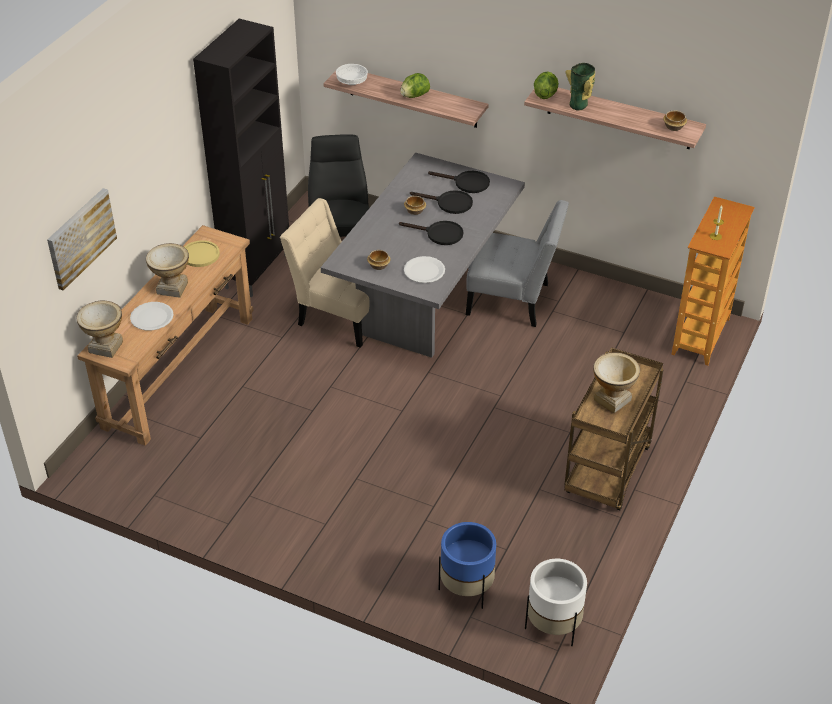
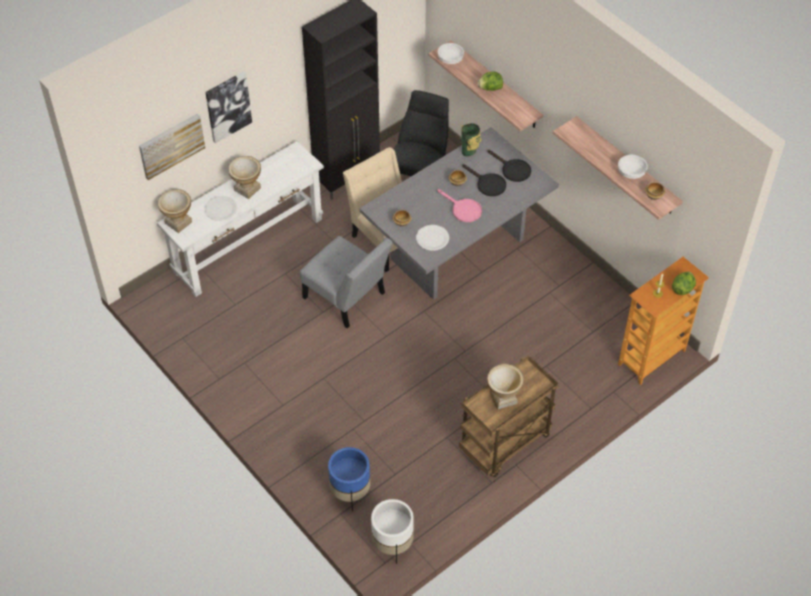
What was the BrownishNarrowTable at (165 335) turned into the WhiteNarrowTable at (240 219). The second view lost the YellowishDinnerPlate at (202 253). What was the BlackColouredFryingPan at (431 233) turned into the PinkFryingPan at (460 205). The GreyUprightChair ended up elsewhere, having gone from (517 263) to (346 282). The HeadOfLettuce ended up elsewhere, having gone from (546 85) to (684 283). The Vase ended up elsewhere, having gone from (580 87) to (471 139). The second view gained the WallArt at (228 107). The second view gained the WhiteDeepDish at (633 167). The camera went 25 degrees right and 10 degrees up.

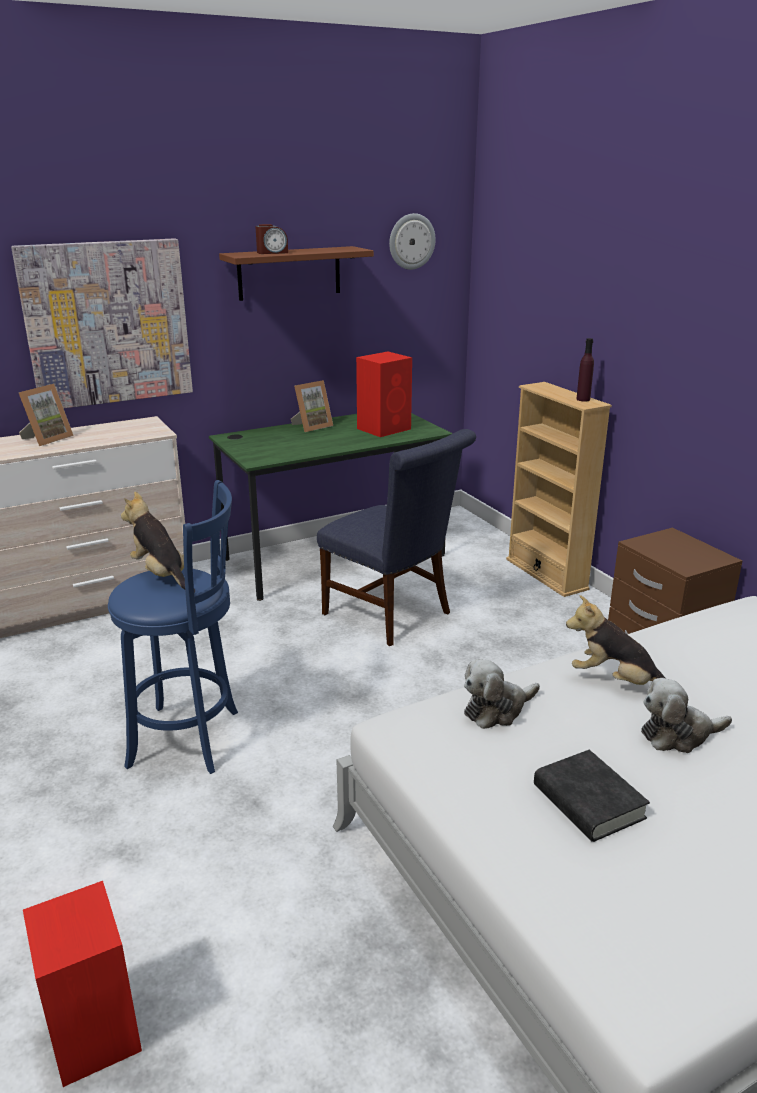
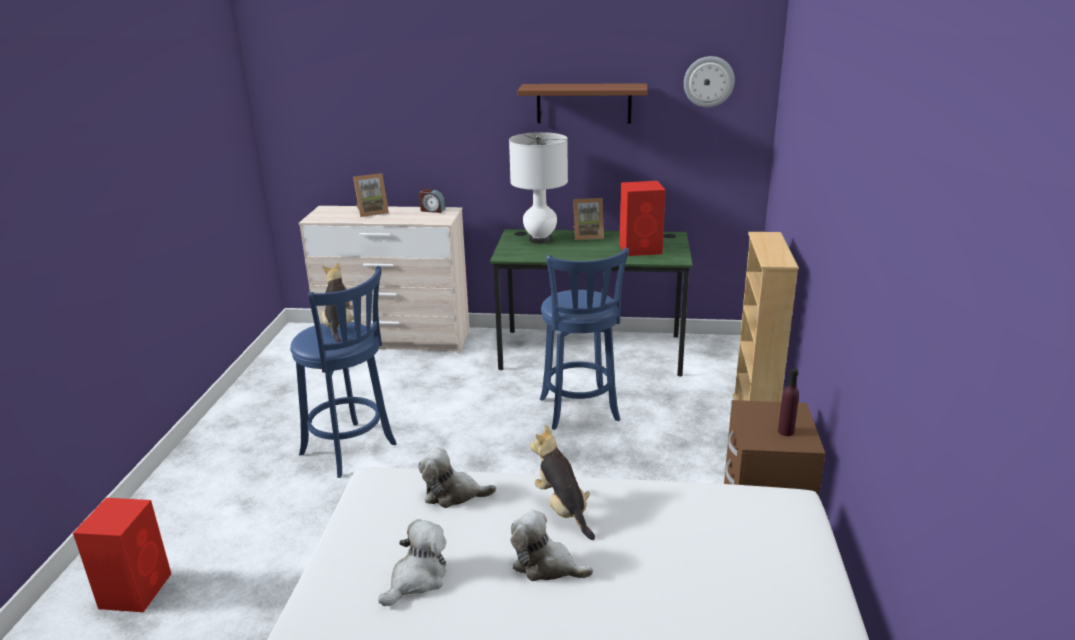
The second view lost the WallArt at (102 323). The TableClock ended up elsewhere, having gone from (271 239) to (432 201). Where the BlueColouredUprightChair stood at (396 537), the BlueColouredSittingStool came to stand at (584 339). Where the BlackColouredVolume stood at (592 796), the PlushToy came to stand at (412 562). The PurpleColouredBeverageBottle ended up elsewhere, having gone from (585 369) to (788 402). The second view gained the WhiteLampForATable at (538 188). The camera went 35 degrees right and 0 degrees up.

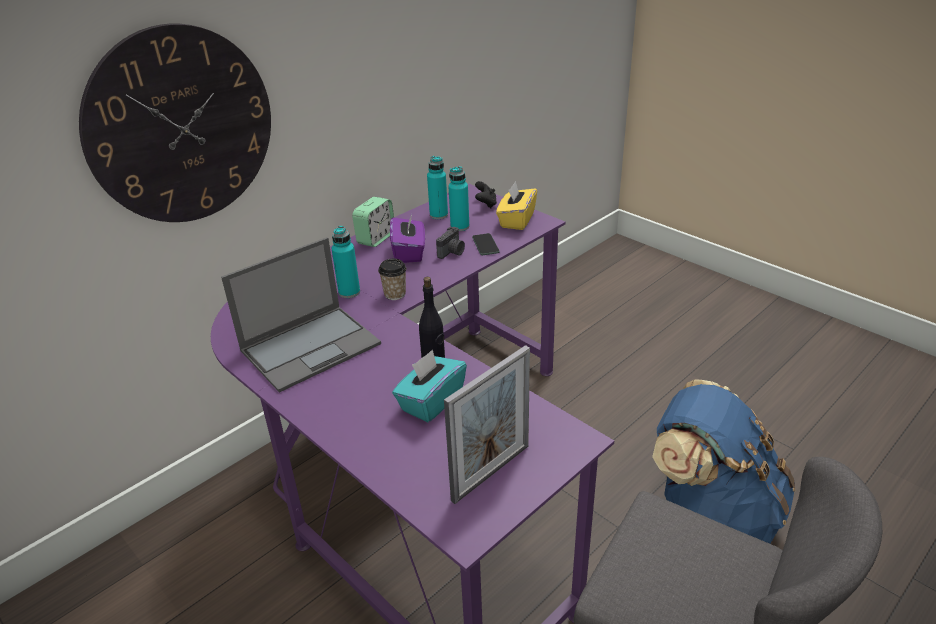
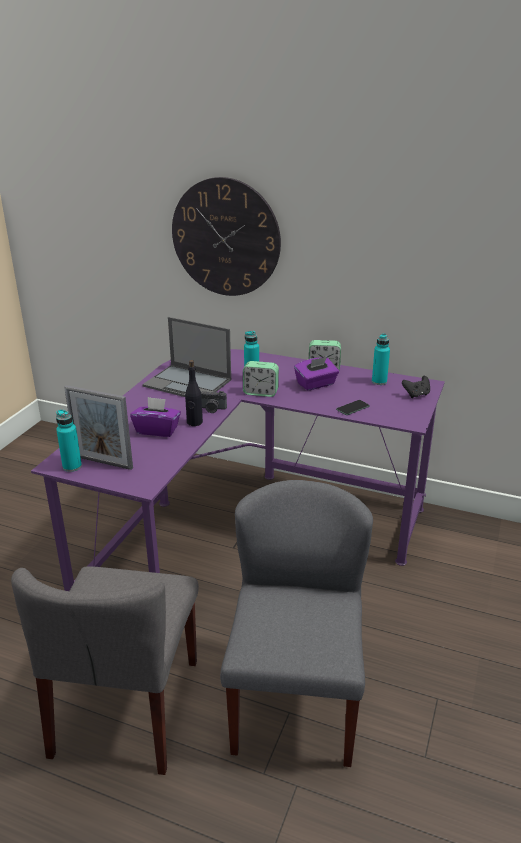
Where the DrinkingCup stood at (392 279), the TableClock came to stand at (261 379). What was the TurquoiseBoxOfTissues at (429 386) turned into the PurpleColouredBoxOfTissues at (155 417). The StillCamera ended up elsewhere, having gone from (450 243) to (214 402). The TurquoiseBeverageBottle ended up elsewhere, having gone from (458 198) to (69 440). The second view lost the YellowishBoxOfTissues at (516 205). Where the BlueColouredKnapsack stood at (723 462), the GreyUprightChair came to stand at (296 623). The camera went 65 degrees right and 5 degrees down.

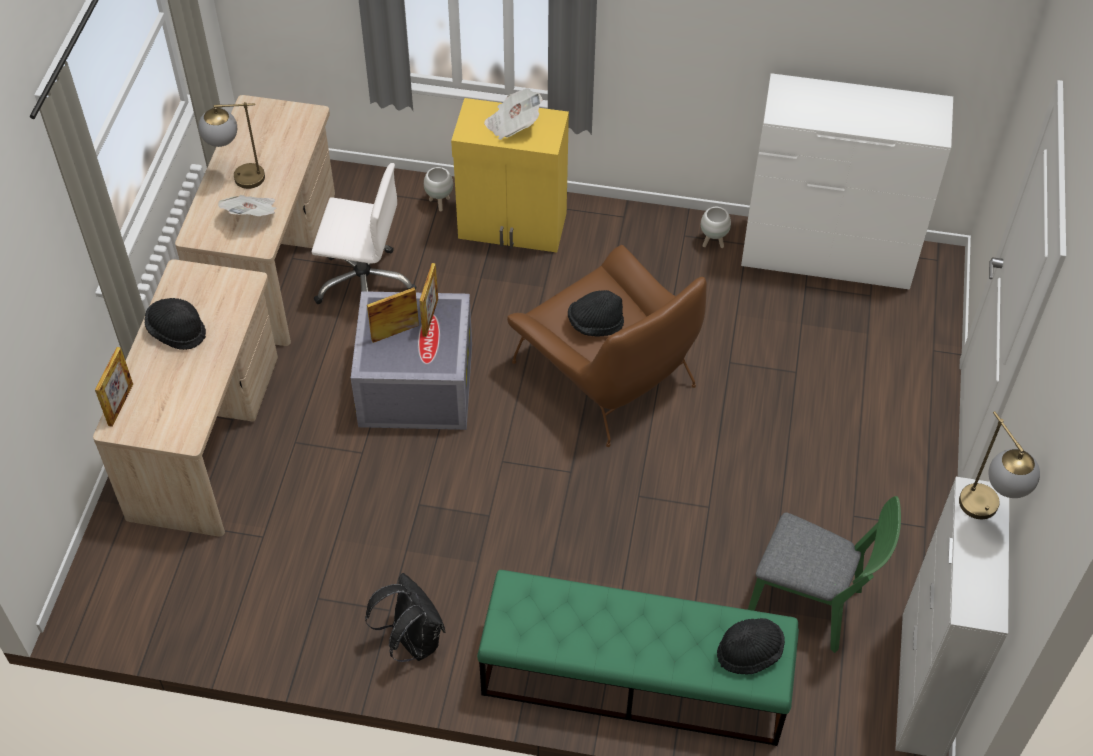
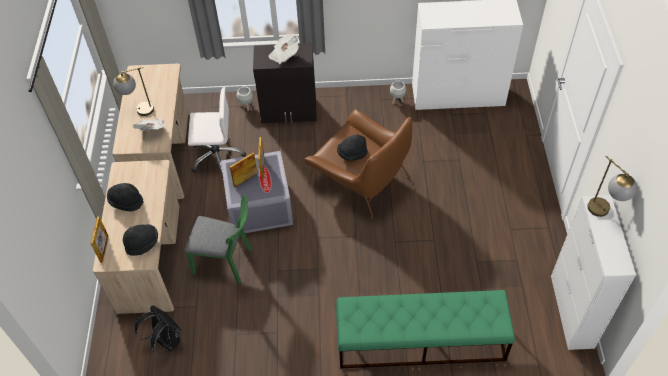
The BlackColouredKnapsack ended up elsewhere, having gone from (405 617) to (158 329). What was the YellowishCupboard at (510 175) turned into the BlackColouredCupboard at (285 83). The BlackColouredWearableHat ended up elsewhere, having gone from (751 646) to (140 240). The GreenUprightChair ended up elsewhere, having gone from (824 574) to (218 239). The camera went 10 degrees left and 0 degrees up.

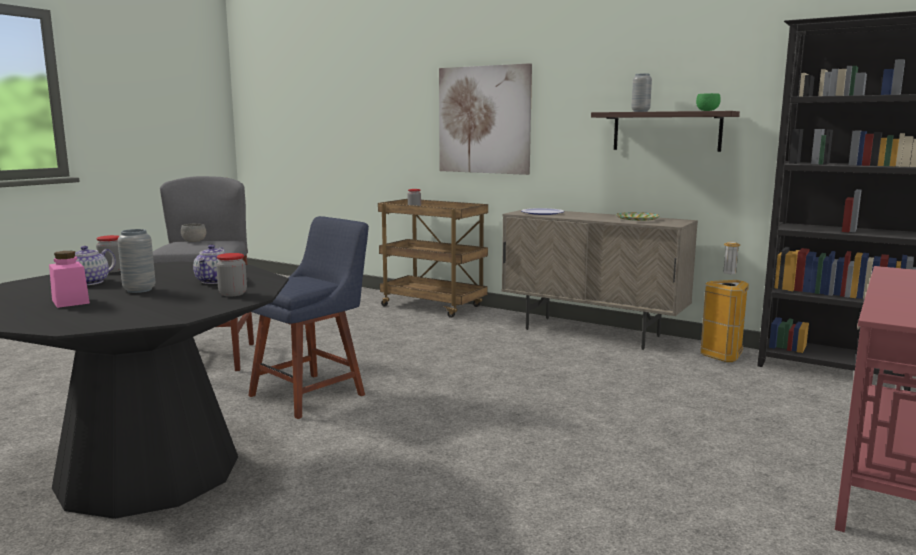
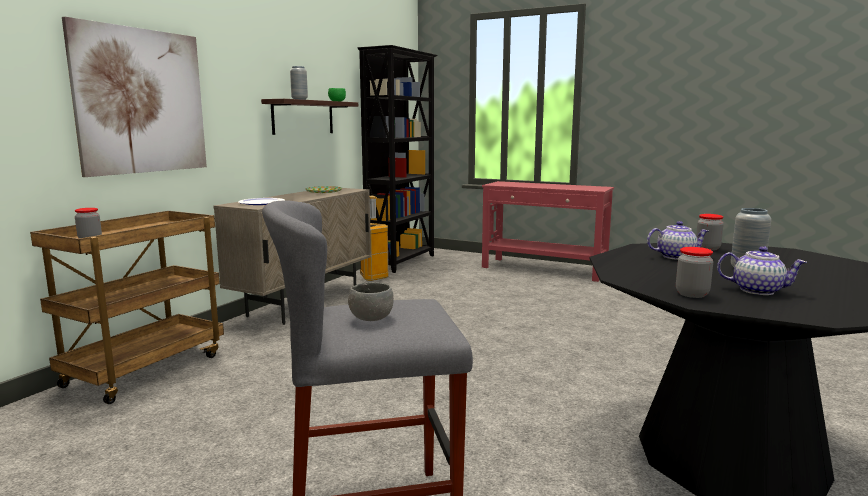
The second view lost the PinkJar at (69 279). The second view lost the BlueColouredUprightChair at (308 317). The camera went 95 degrees left and 0 degrees up.

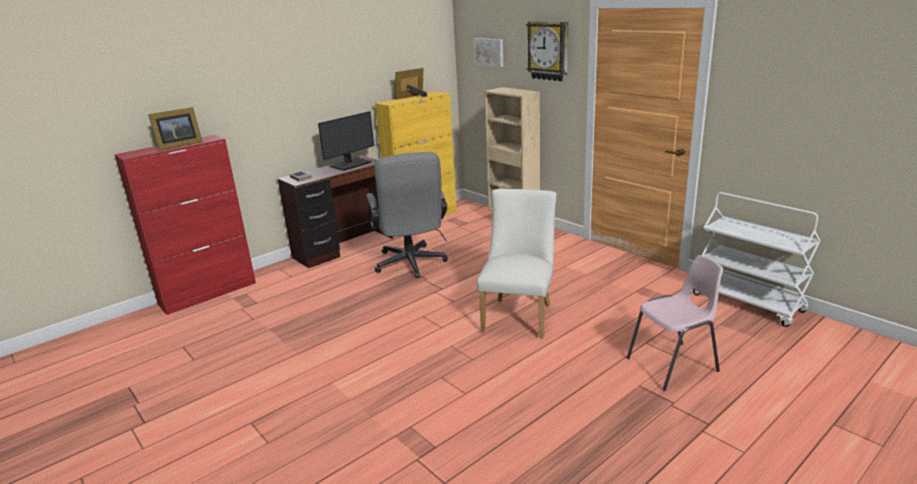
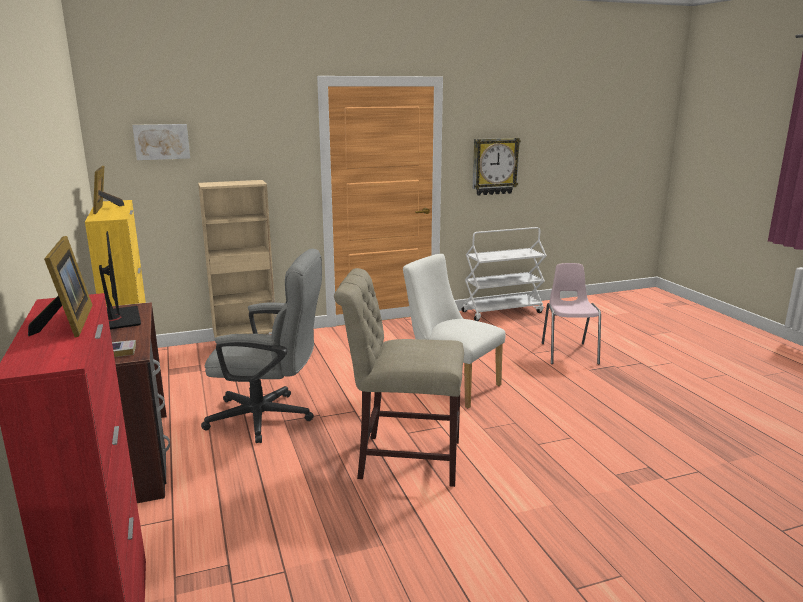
The ClockOnTheWall ended up elsewhere, having gone from (547 51) to (497 167). The second view gained the BeigeUprightChair at (399 377). The camera went 70 degrees left and 5 degrees down.

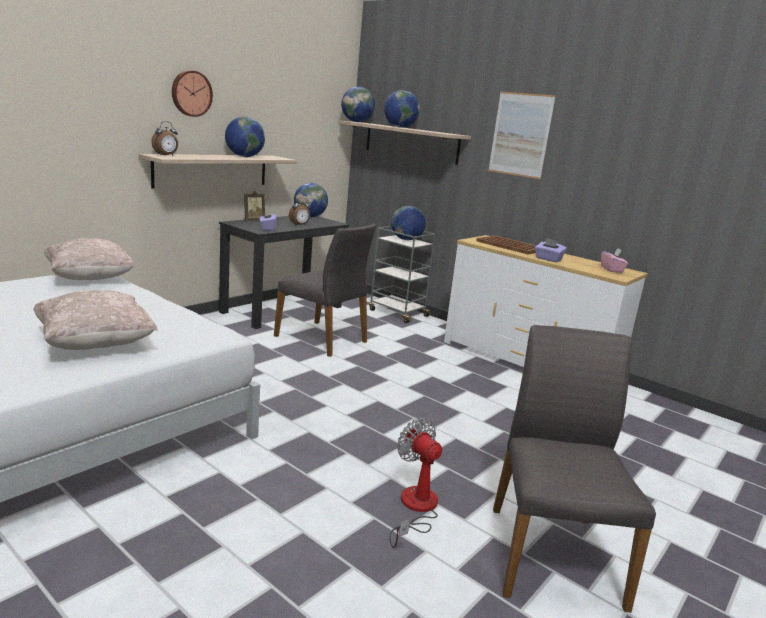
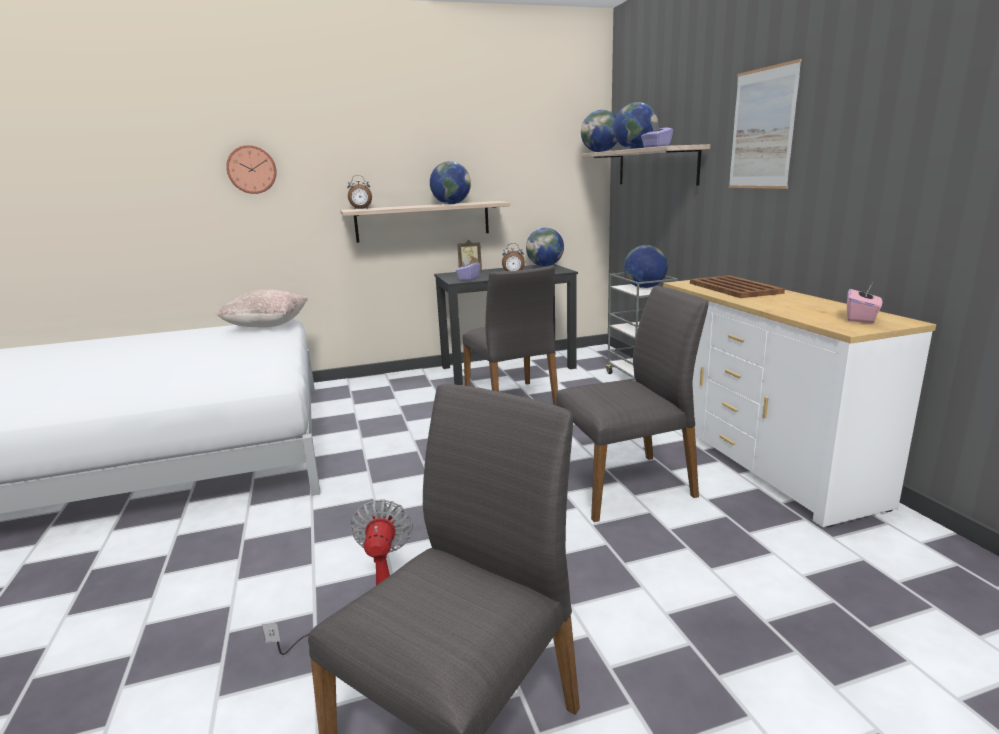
The second view lost the BeigeCushion at (96 320). The ClockOnTheWall ended up elsewhere, having gone from (192 93) to (251 169). The PurpleColouredBoxOfTissues ended up elsewhere, having gone from (551 250) to (657 135). The second view gained the GreyUprightChair at (632 404). The camera went 35 degrees right and 0 degrees up.

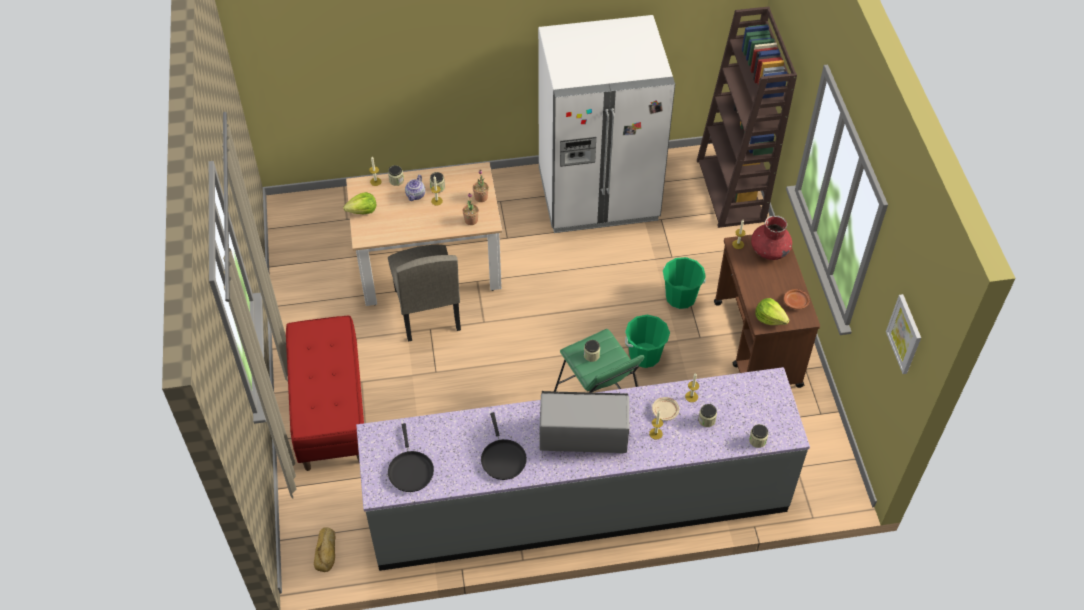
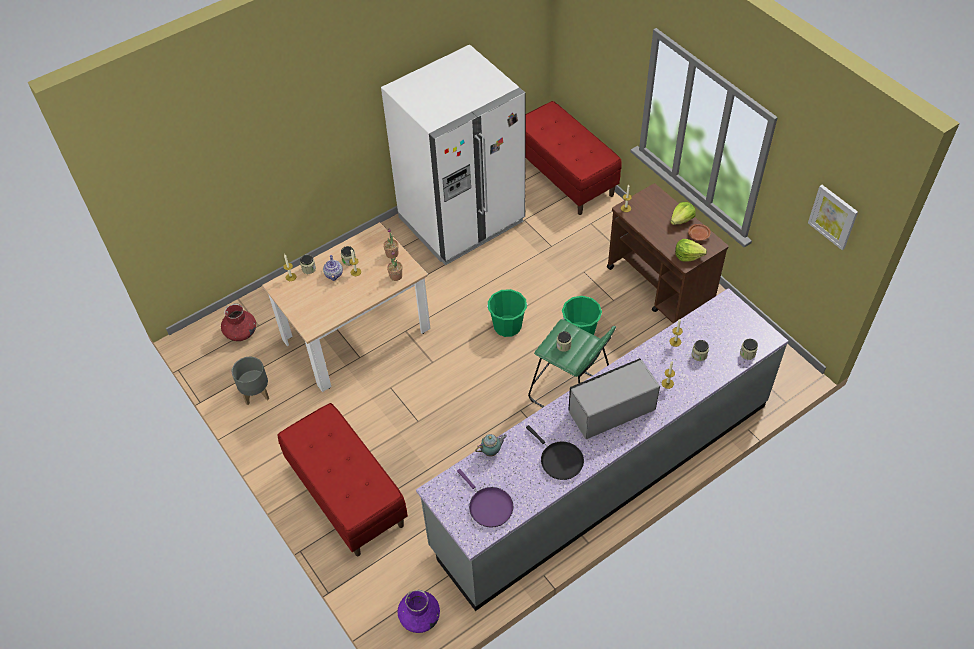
Where the BakeryBread stood at (325 549), the PurpleColouredVase came to stand at (419 611). The HeadOfLettuce ended up elsewhere, having gone from (360 203) to (683 213). The second view lost the BeigeUprightChair at (424 293). What was the BlackColouredFryingPan at (411 457) turned into the PurpleColouredFryingPan at (485 498). The second view lost the BeigeDinnerPlate at (665 409). The GreenPail ended up elsewhere, having gone from (684 283) to (507 313). Where the BrownishShelvingUnit stood at (747 117), the RedColouredBench came to stand at (573 158). The RedColouredVase ended up elsewhere, having gone from (771 238) to (238 322). The second view gained the GreyPlantPot at (250 381). The second view gained the Teapot at (491 445). The camera went 25 degrees left and 0 degrees up.

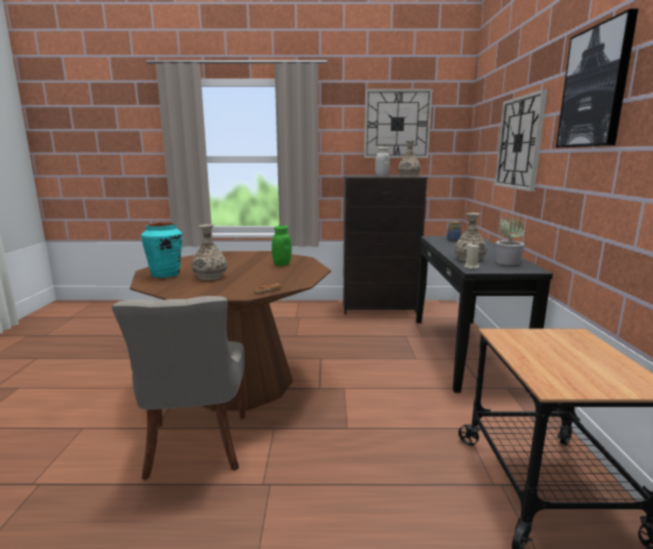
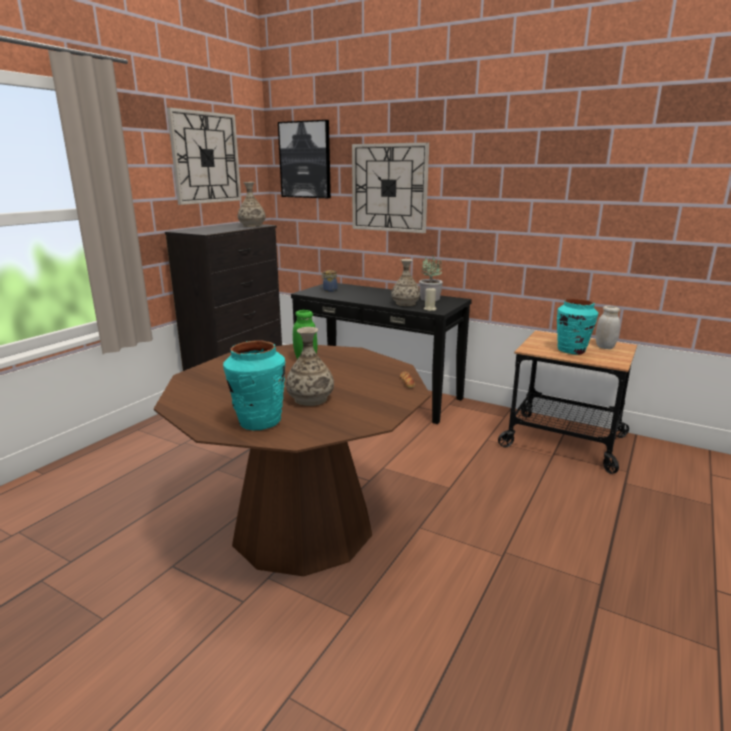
The second view lost the GreyUprightChair at (178 388). The WhiteJar ended up elsewhere, having gone from (382 162) to (607 327). The WallArt ended up elsewhere, having gone from (597 78) to (304 159). The second view gained the TurquoiseVase at (577 326). The camera went 60 degrees left and 5 degrees up.

